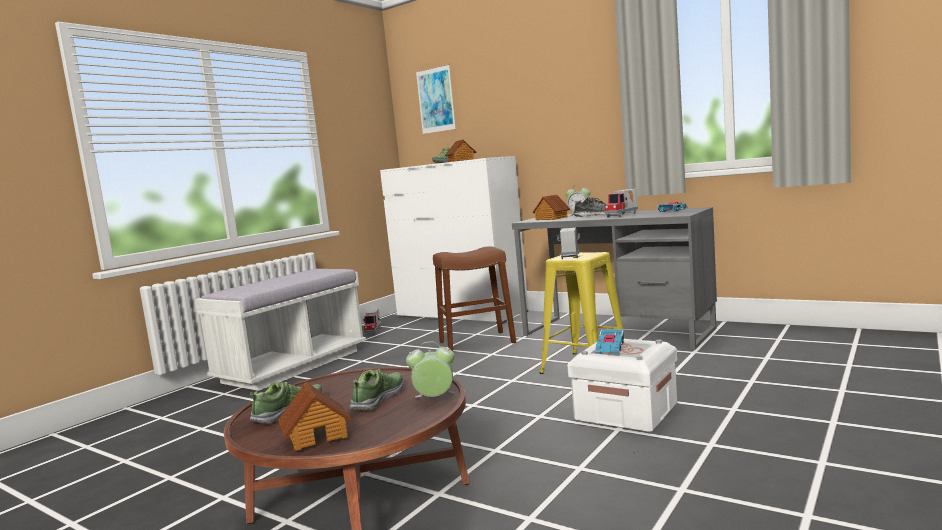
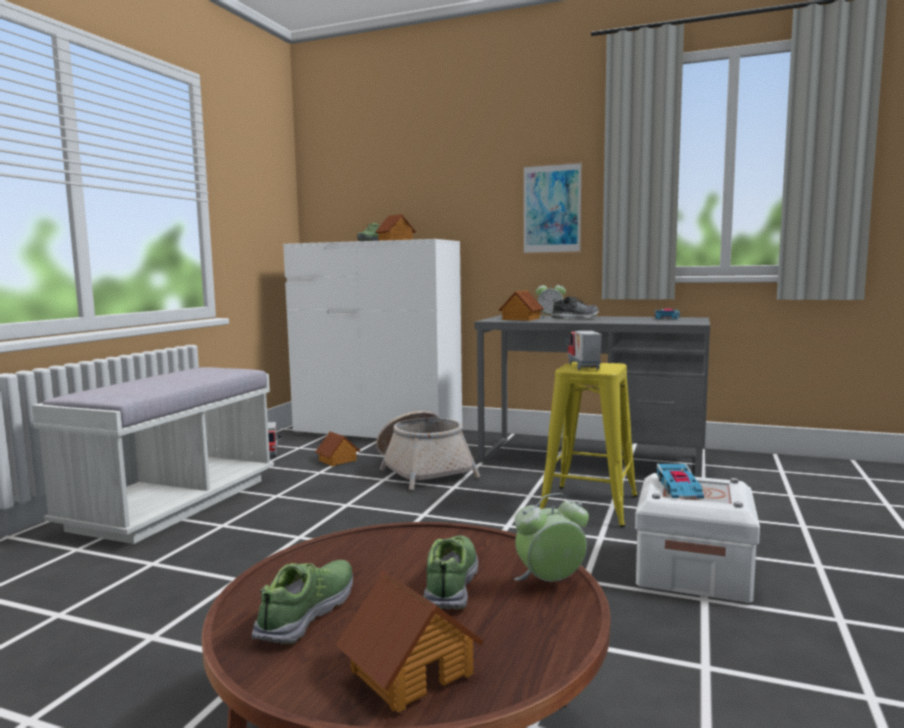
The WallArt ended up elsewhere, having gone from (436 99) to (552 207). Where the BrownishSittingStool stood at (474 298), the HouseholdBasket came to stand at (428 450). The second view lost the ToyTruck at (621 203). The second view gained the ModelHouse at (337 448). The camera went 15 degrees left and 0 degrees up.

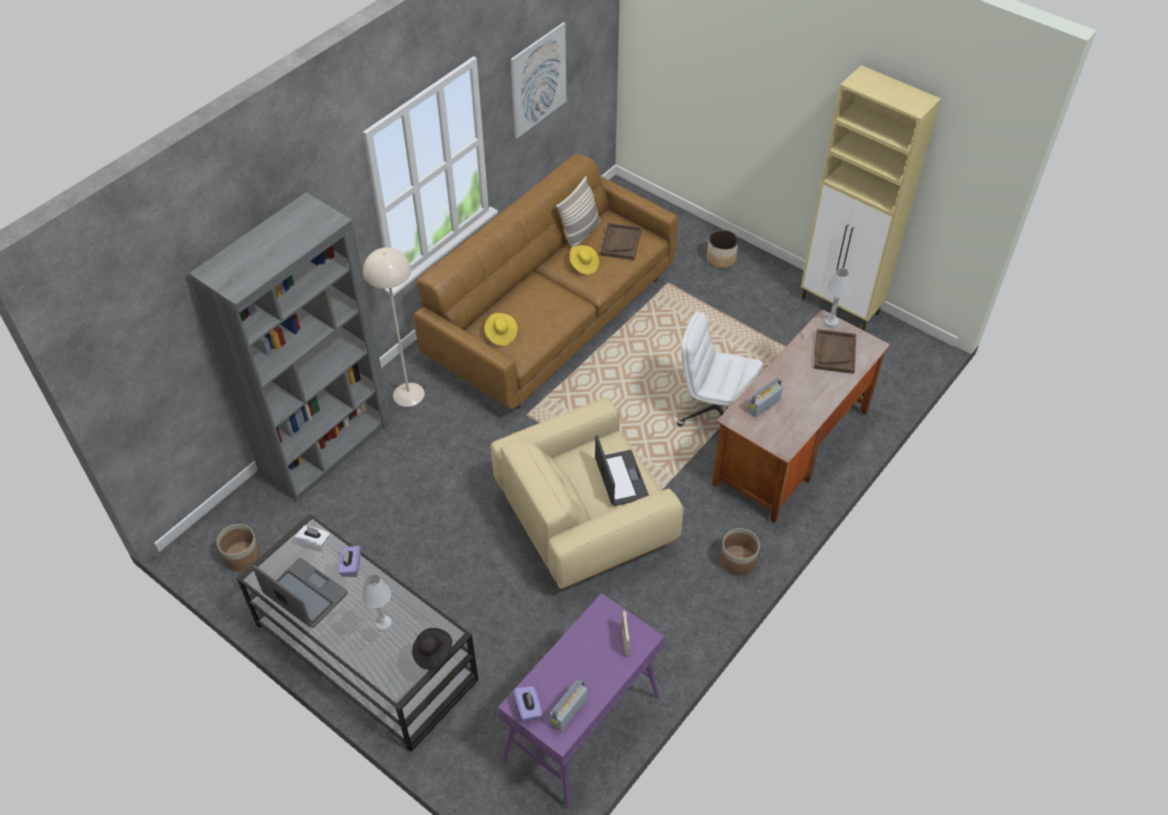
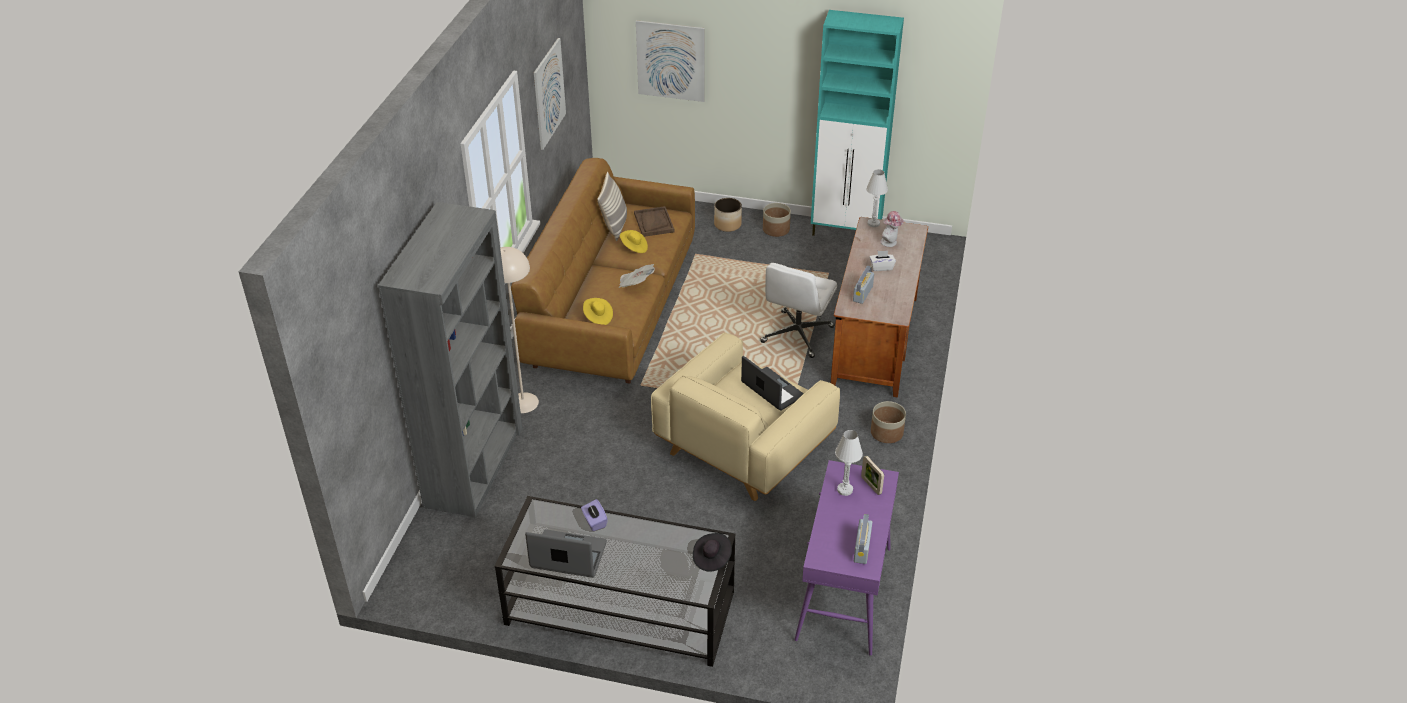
The PlantPot ended up elsewhere, having gone from (238 547) to (777 220). The WhiteBoxOfTissues ended up elsewhere, having gone from (312 538) to (882 261). The WhiteLampForATable ended up elsewhere, having gone from (376 603) to (849 463). The second view lost the PurpleColouredBoxOfTissues at (528 704). The WhiteOfficeChair at (720 369) ended up facing another way, 60 degrees counterclockwise from before. What was the BeigeCupboard at (871 197) turned into the TurquoiseCupboard at (857 123). Where the BrownishServingTray stood at (835 351), the WearableHat came to stand at (892 229). The second view gained the DailyPaper at (637 276). The second view gained the WallArt at (670 61). The camera went 25 degrees left and 10 degrees down.

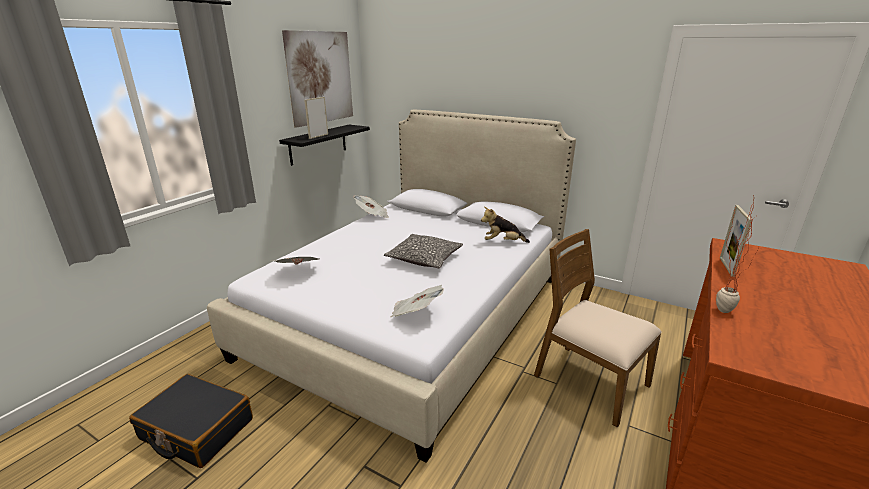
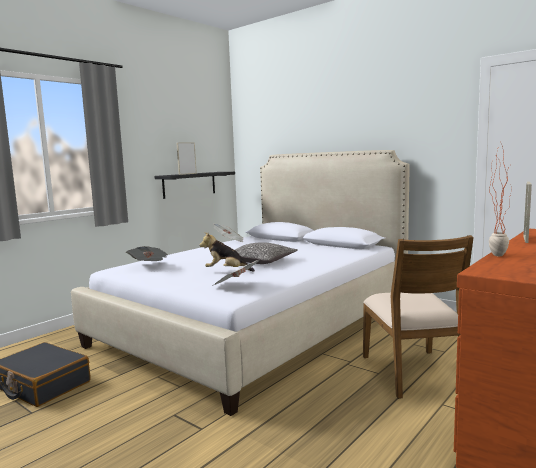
The second view lost the WallArt at (317 79). The PlushToy ended up elsewhere, having gone from (505 225) to (227 252). The BrownishUprightChair at (598 328) ended up facing another way, 150 degrees counterclockwise from before. The camera went 10 degrees right and 15 degrees down.

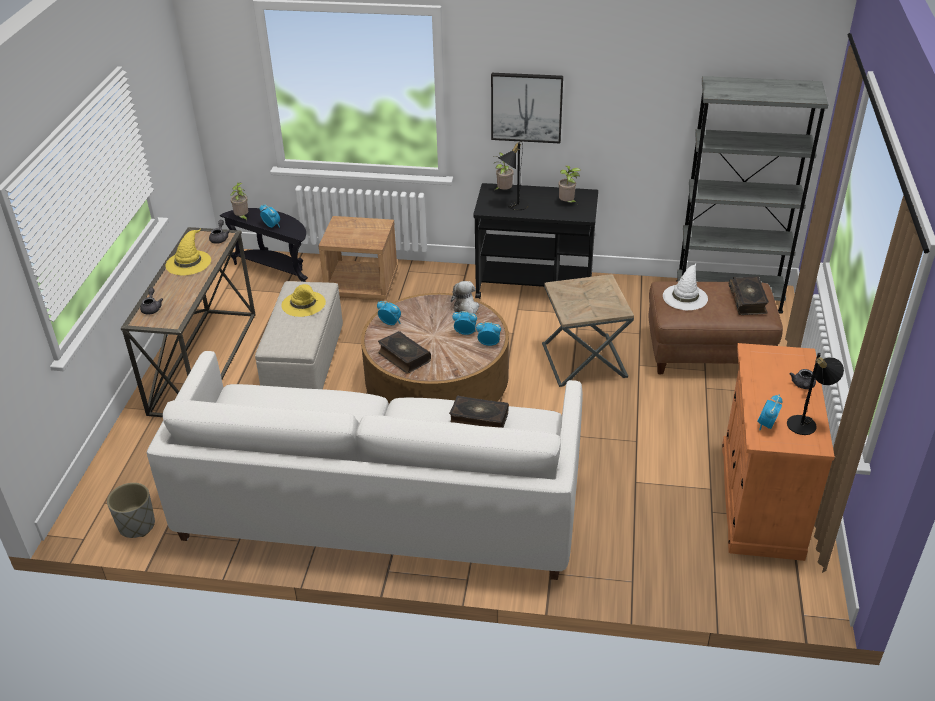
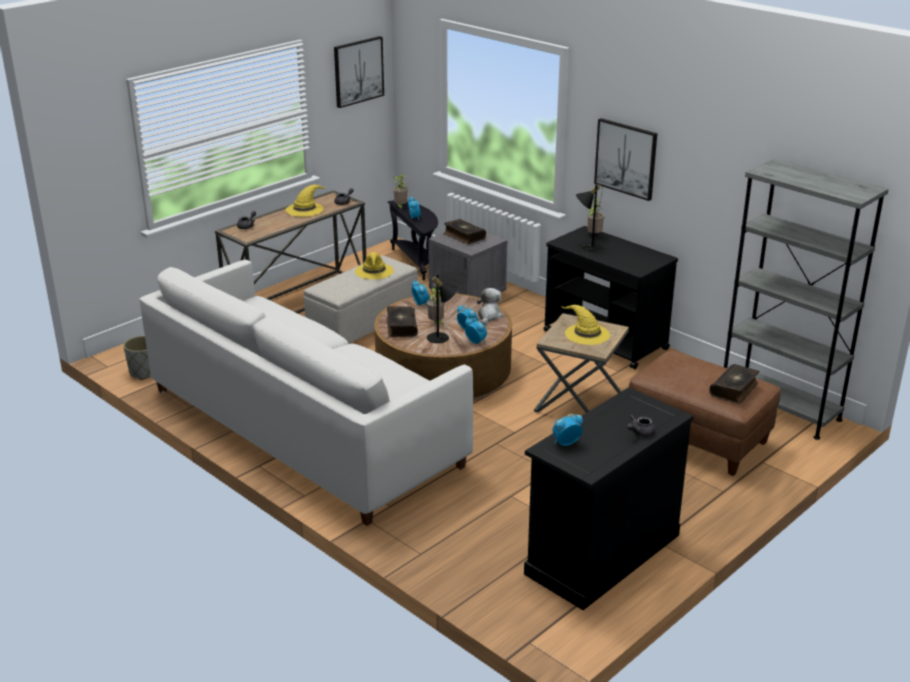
What was the BrownishNightstand at (358 258) turned into the GreyNightstand at (467 265). The Volume ended up elsewhere, having gone from (479 411) to (465 231). The Houseplant ended up elsewhere, having gone from (569 184) to (436 307). The second view lost the WhiteWearableHat at (685 287). What was the OrangeColouredCupboard at (778 452) turned into the BlackColouredCupboard at (609 498). The BlackColouredLampForATable ended up elsewhere, having gone from (815 394) to (442 308). The second view gained the WallArt at (359 72). The second view gained the YellowishWearableHat at (585 325). The camera went 35 degrees right and 10 degrees down.

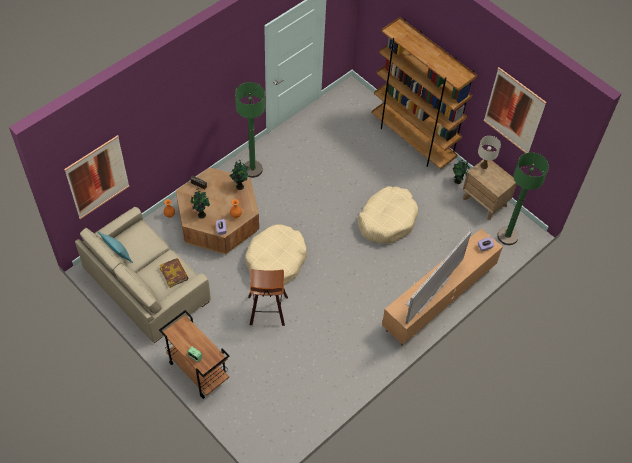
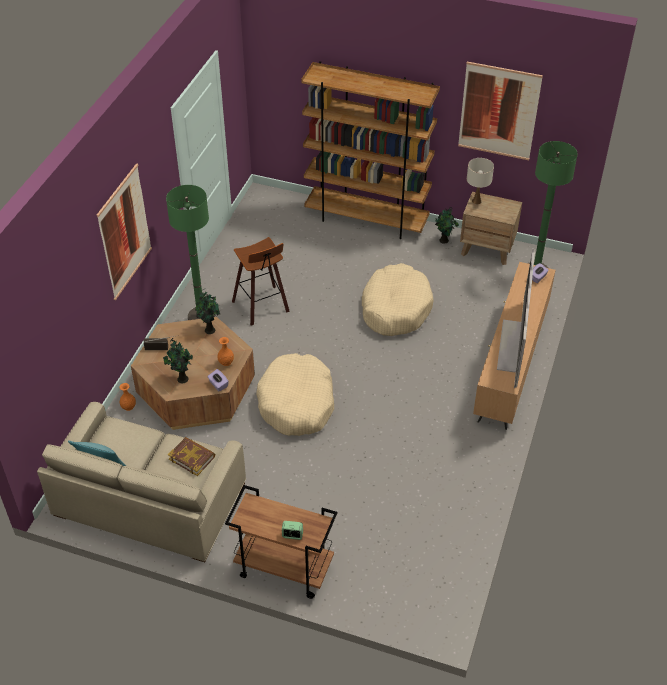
The WallArt ended up elsewhere, having gone from (96 177) to (124 231). The SittingStool ended up elsewhere, having gone from (268 297) to (261 281). The camera went 25 degrees left and 10 degrees down.

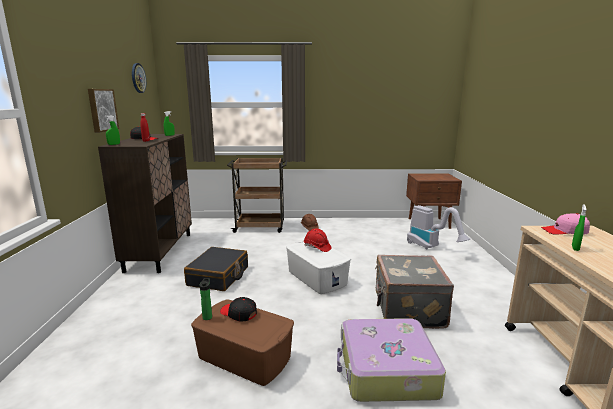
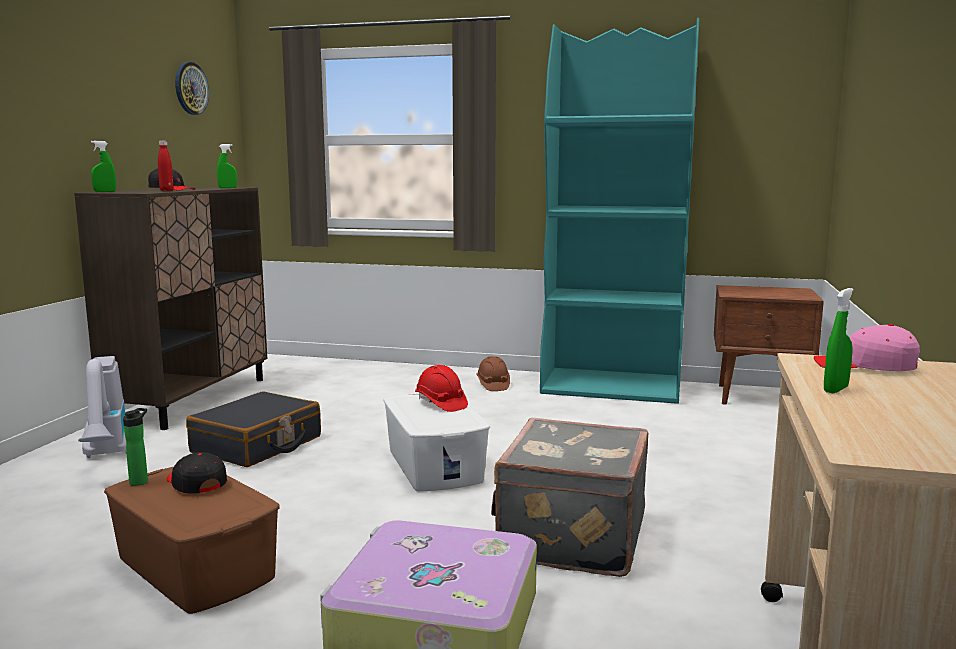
The second view lost the WallArt at (103 111). The second view lost the BrownishCart at (257 195). The VacuumCleaner ended up elsewhere, having gone from (438 227) to (102 407). The second view gained the TurquoiseShelvingUnit at (619 211). The camera went 15 degrees right and 5 degrees down.

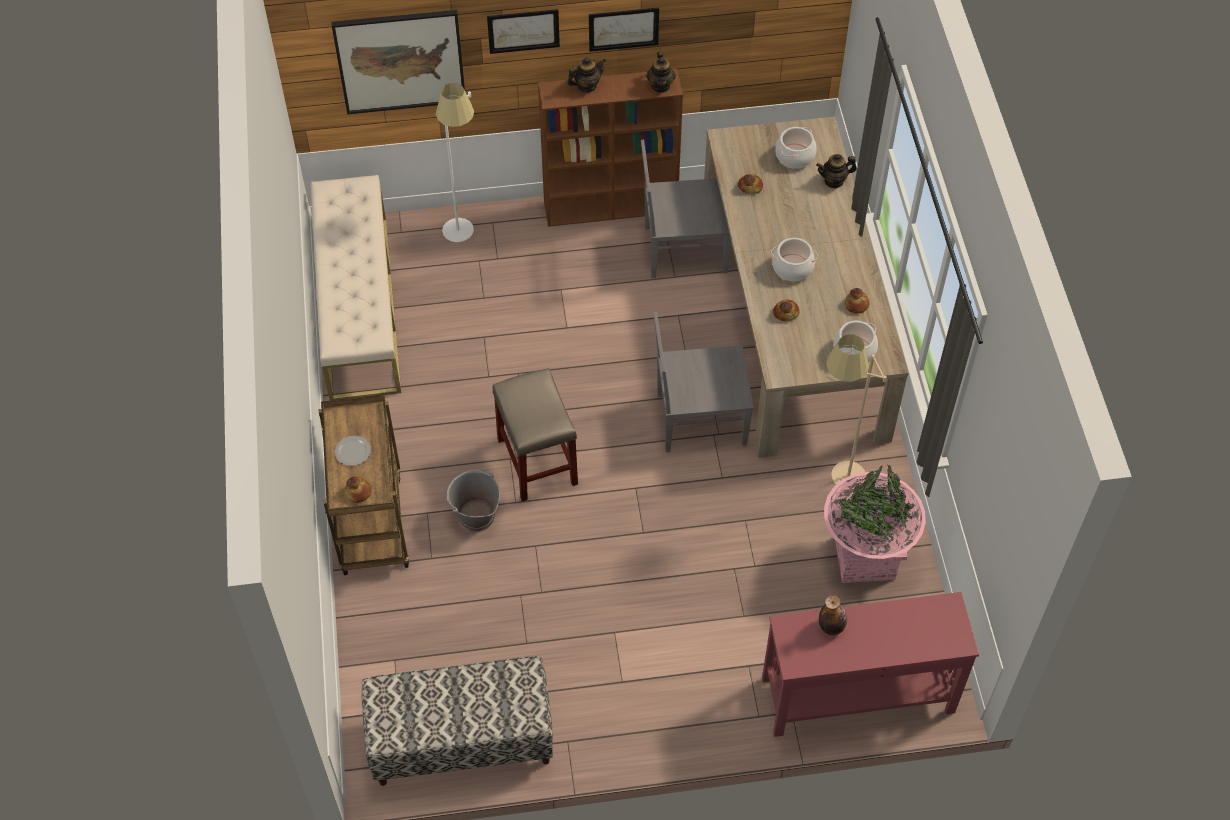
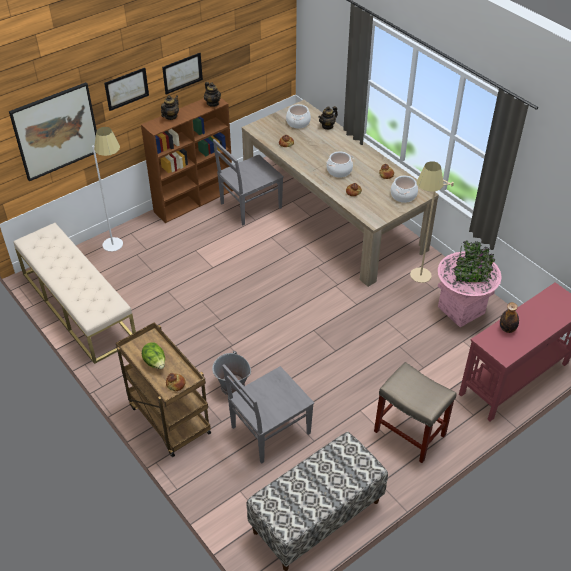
Where the DinnerPlate stood at (353 451), the HeadOfLettuce came to stand at (153 355). The BeigeSittingStool ended up elsewhere, having gone from (535 435) to (415 412). The GreyUprightChair ended up elsewhere, having gone from (703 381) to (268 414). The camera went 30 degrees left and 10 degrees down.

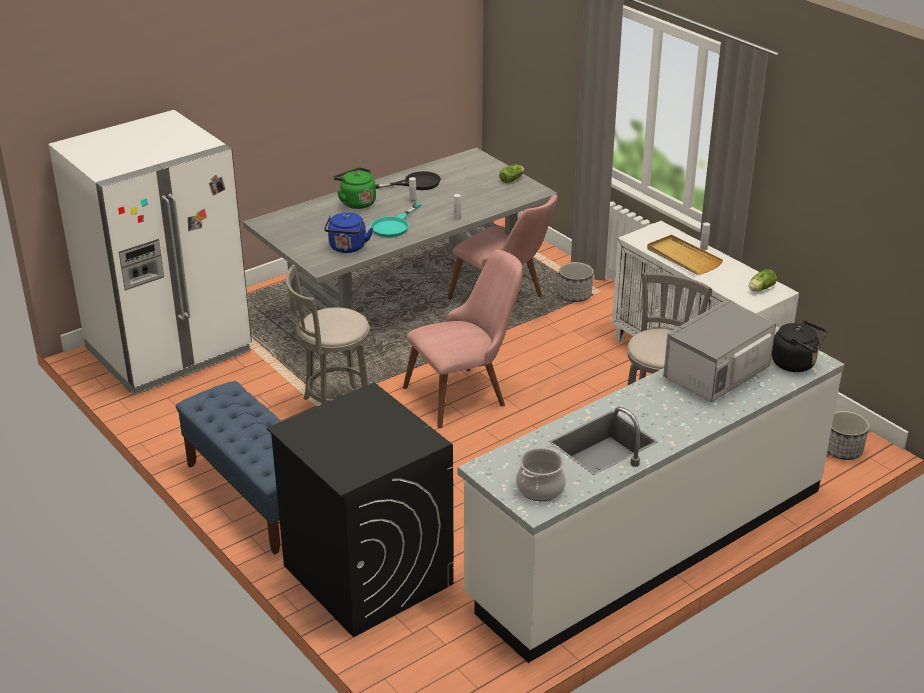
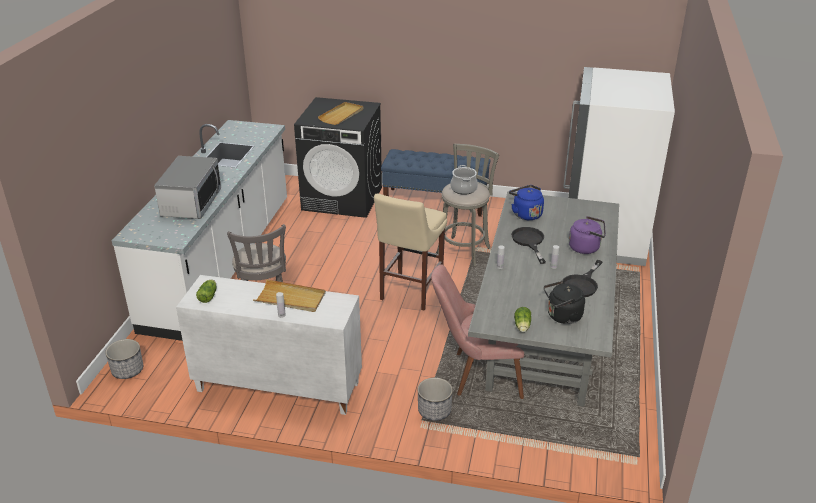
What was the GreenTeaKettle at (354 188) turned into the PurpleColouredTeaKettle at (587 235). What was the TurquoiseFryingPan at (396 220) turned into the BlackColouredFryingPan at (528 245). Where the PinkUprightChair stood at (463 339), the BeigeSittingStool came to stand at (410 251). The CookingPot ended up elsewhere, having gone from (541 473) to (464 180). The BlackColouredTeaKettle ended up elsewhere, having gone from (799 346) to (564 302). The second view gained the BeigeServingTray at (340 113). The camera went 140 degrees right and 0 degrees up.

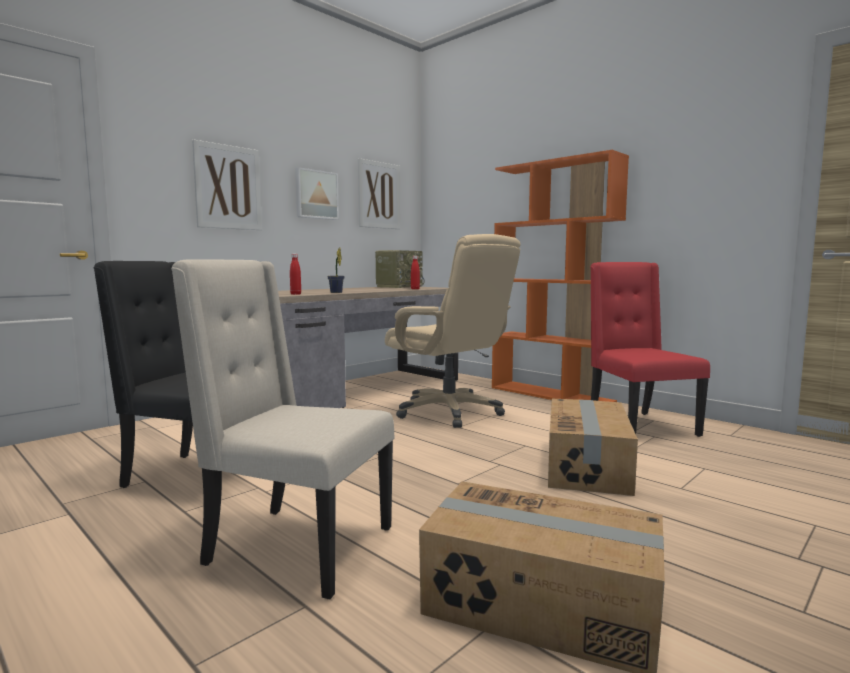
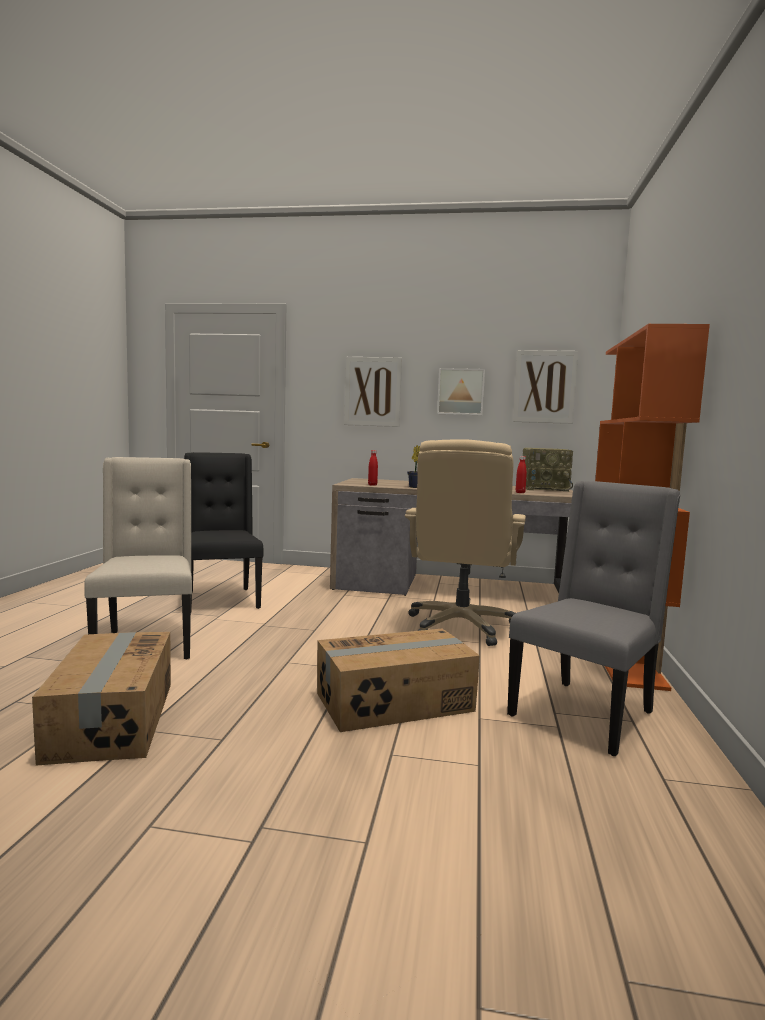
What was the RedColouredUprightChair at (650 349) turned into the GreyUprightChair at (594 618). The camera went 55 degrees right and 0 degrees up.

